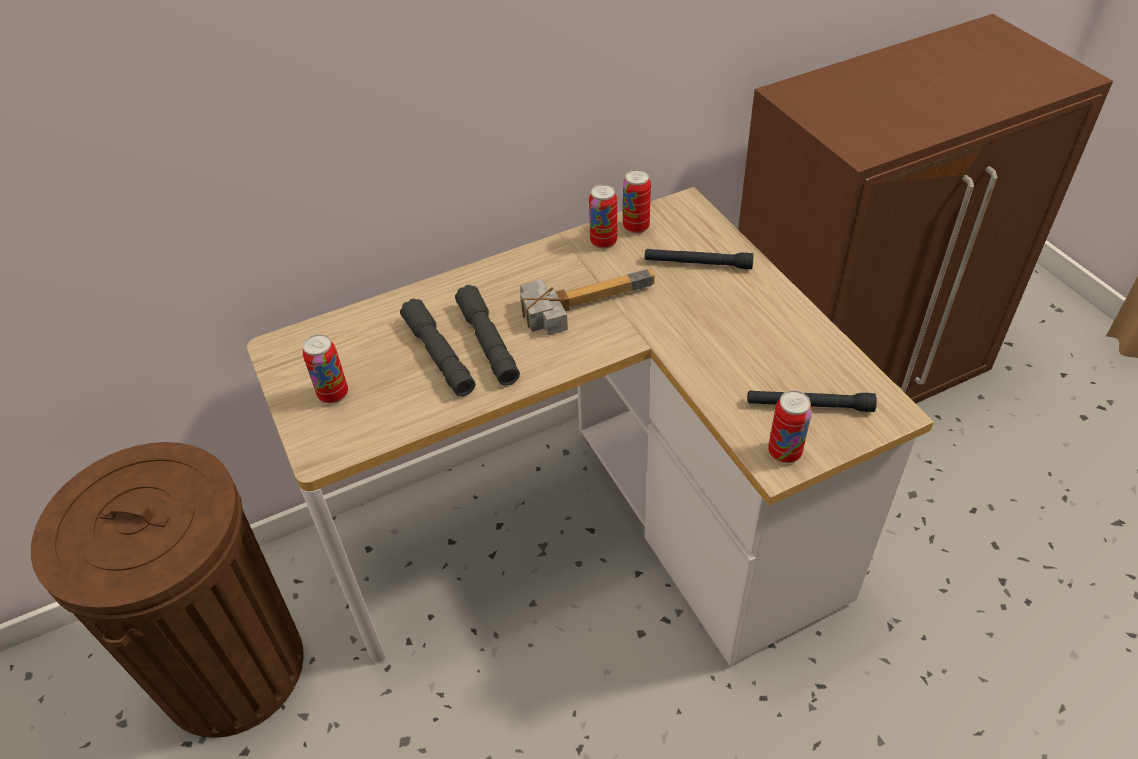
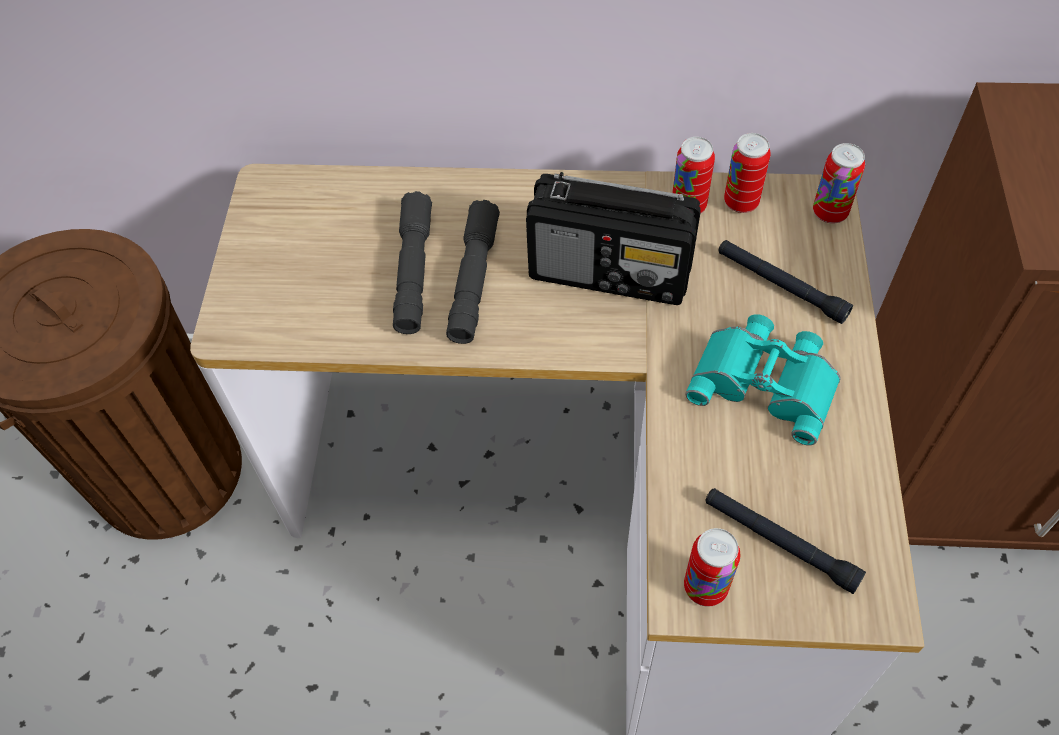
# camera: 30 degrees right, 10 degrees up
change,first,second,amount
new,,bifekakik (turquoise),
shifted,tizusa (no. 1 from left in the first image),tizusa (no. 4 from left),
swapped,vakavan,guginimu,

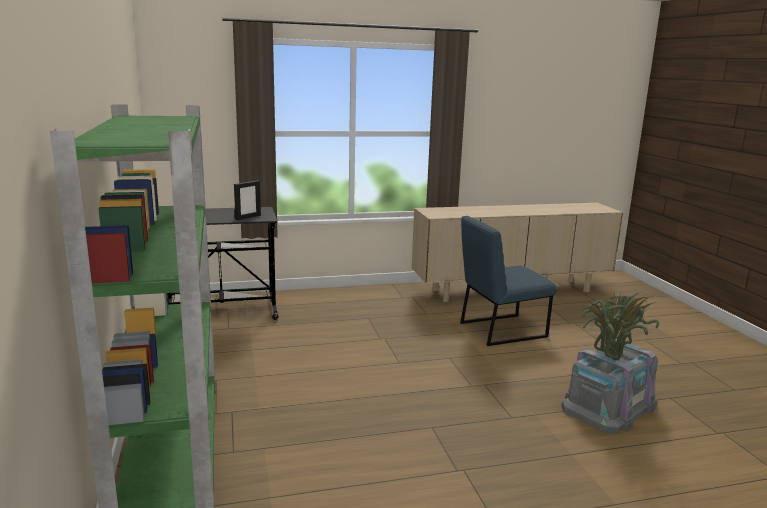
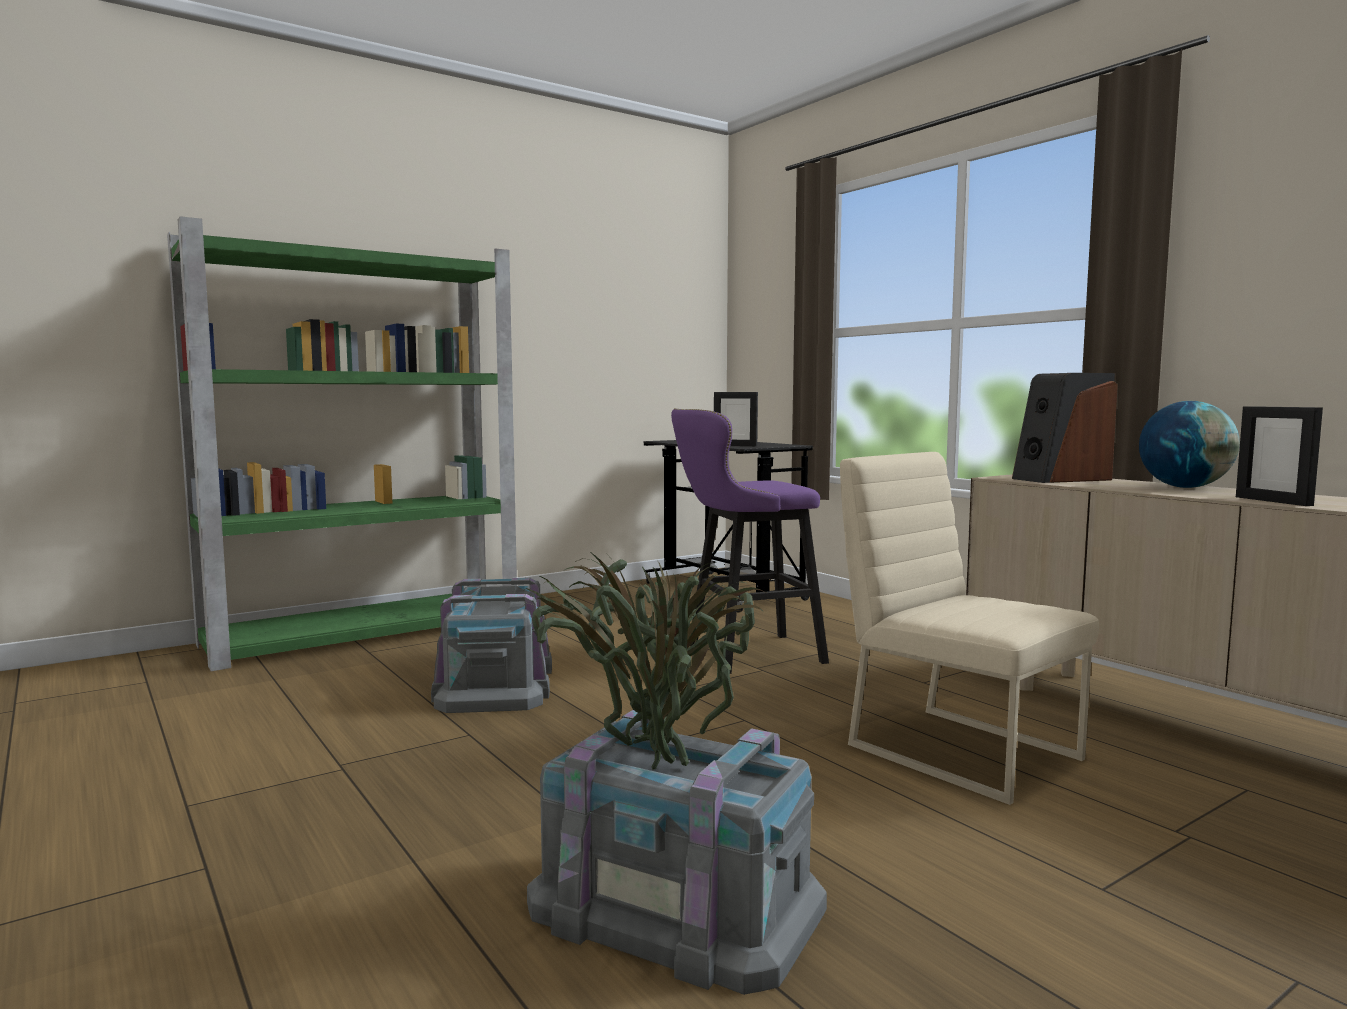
# camera: 70 degrees right, 10 degrees down
change,first,second,amount
new,,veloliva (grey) (no. 1 from left),
new,,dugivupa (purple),
new,,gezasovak,
new,,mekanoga,
new,,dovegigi (no. 2 from left),
repainted,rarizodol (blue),rarizodol (beige),

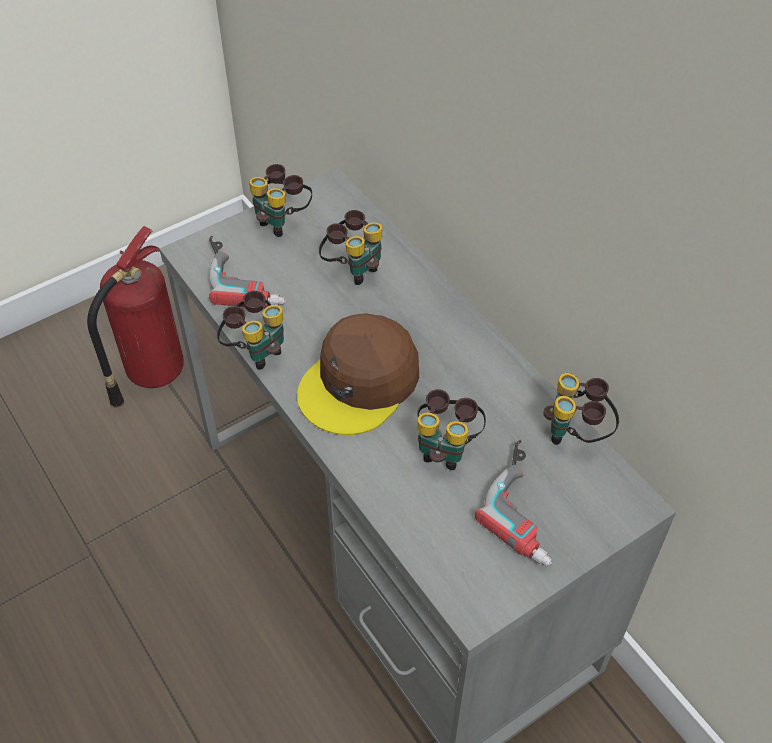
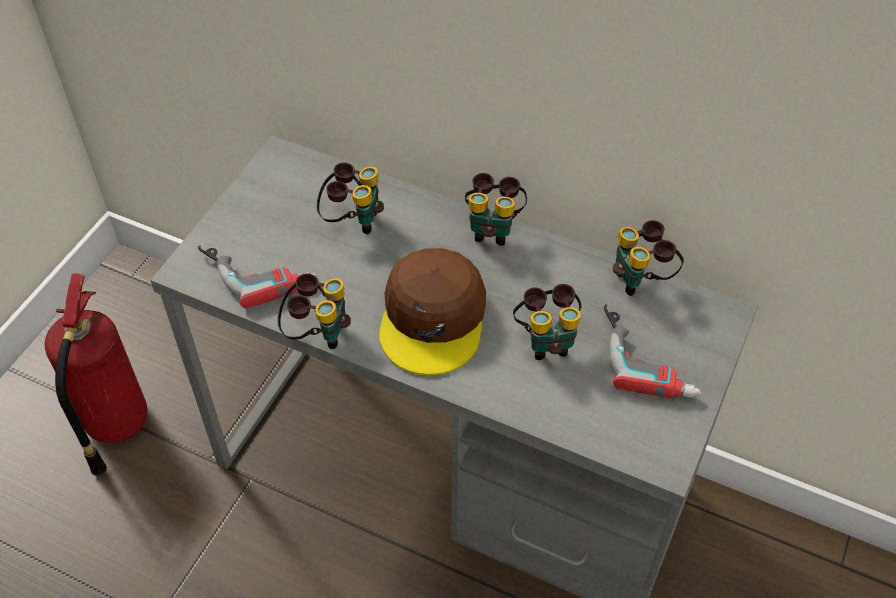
# camera: 30 degrees left, 0 degrees up
change,first,second,amount
shifted,bifekakik (no. 2 from left in the first image),bifekakik (no. 3 from left),

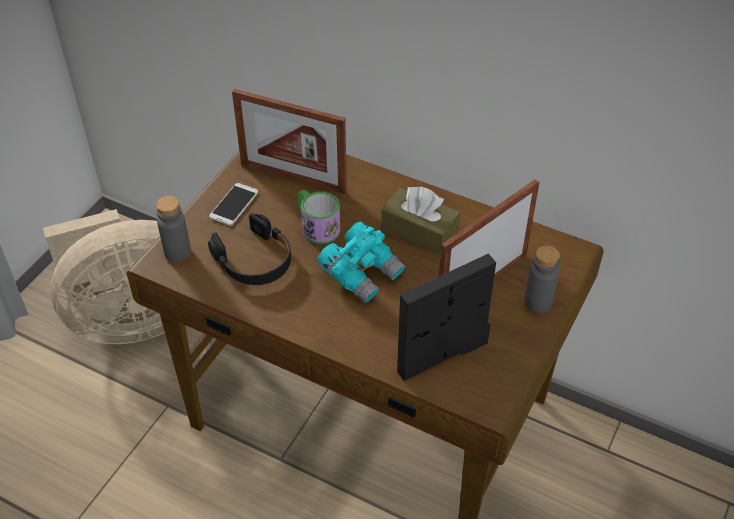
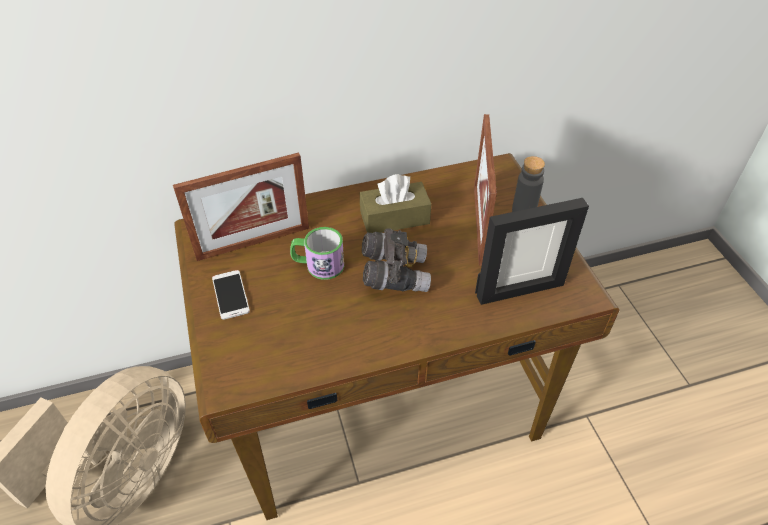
# camera: 45 degrees left, 0 degrees up
change,first,second,amount
gone,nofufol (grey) (no. 1 from left),,
gone,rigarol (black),,
repainted,bifekakik (turquoise),bifekakik (grey),
rotated,dovegigi (no. 2 from left in the first image),dovegigi (no. 3 from left),120 degrees counterclockwise

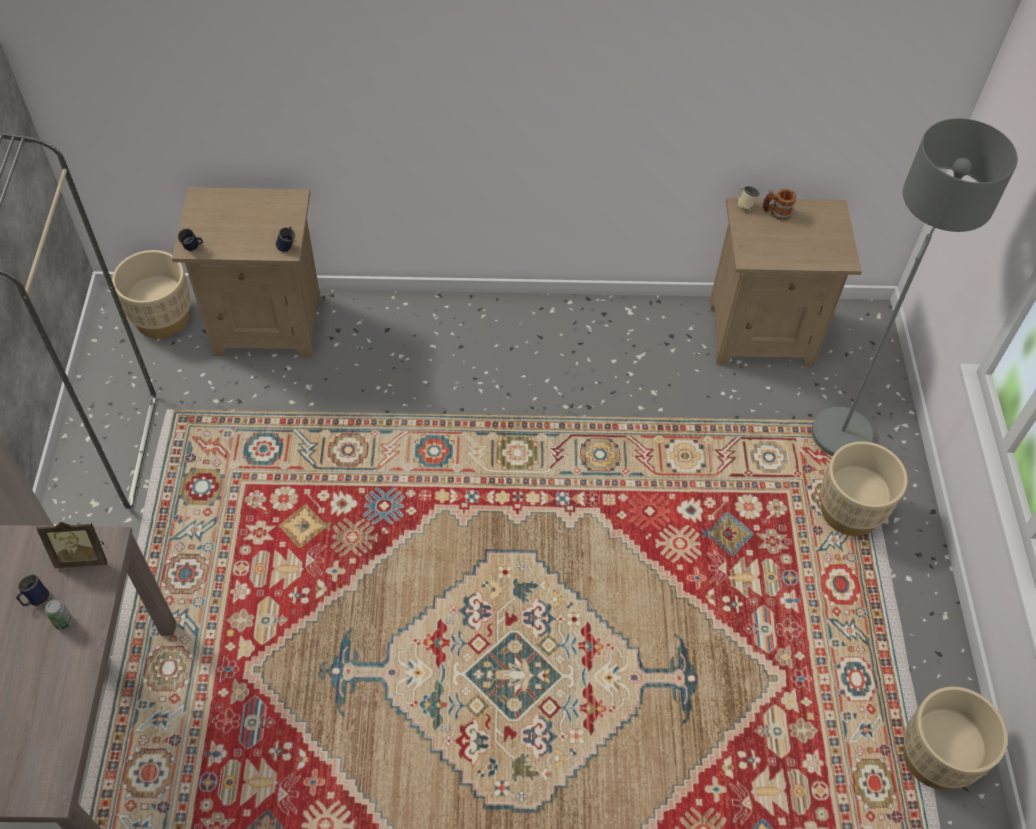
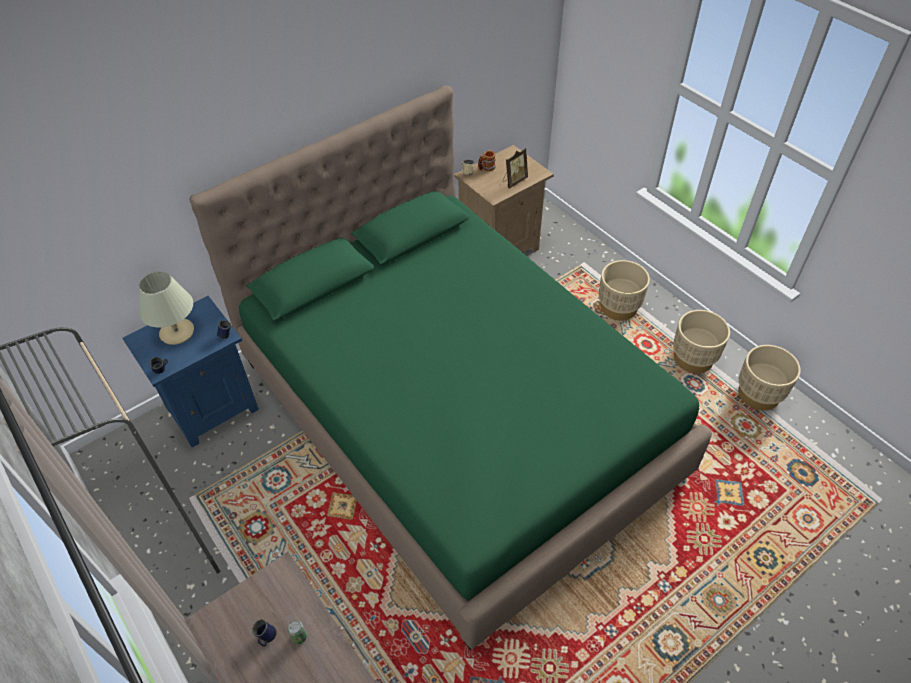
# camera: 35 degrees left, 5 degrees down
change,first,second,amount
gone,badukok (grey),,
new,,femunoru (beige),
new,,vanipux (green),
shifted,dovegigi,,
shifted,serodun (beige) (no. 1 from left in the first image),serodun (beige) (no. 2 from left),
repainted,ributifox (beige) (no. 1 from left),ributifox (blue),

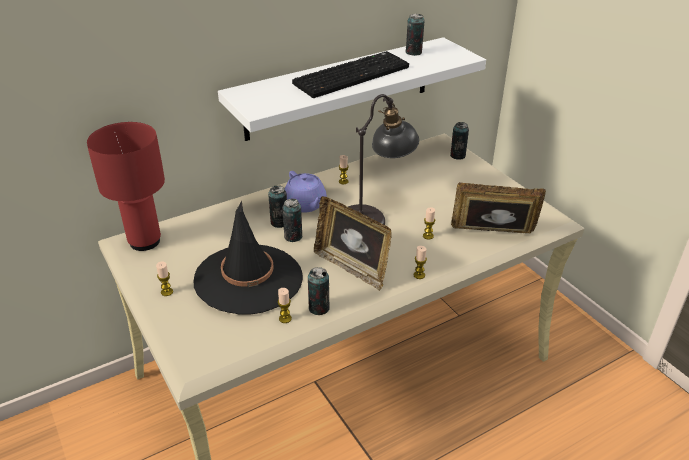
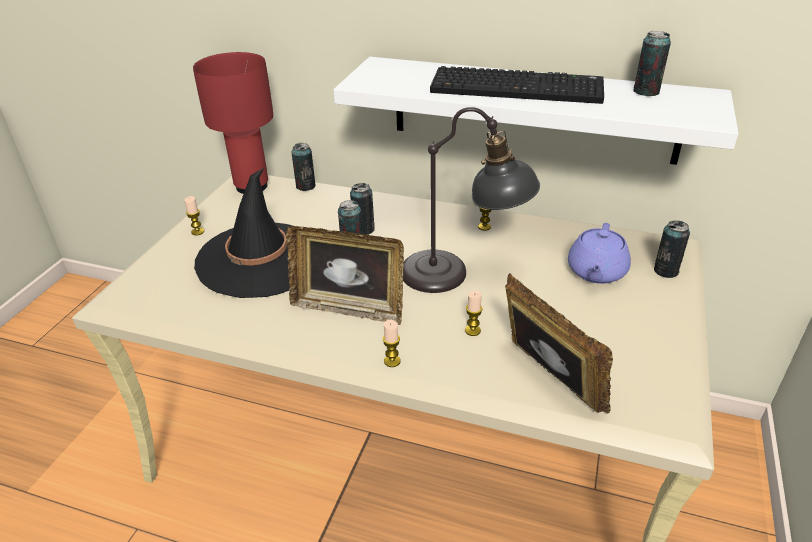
# camera: 50 degrees right, 0 degrees up
change,first,second,amount
gone,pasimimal (no. 2 from left),,
shifted,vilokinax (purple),,
shifted,tizusa (no. 3 from left in the first image),tizusa (no. 1 from left),
rotated,dovegigi (no. 1 from left),,75 degrees counterclockwise

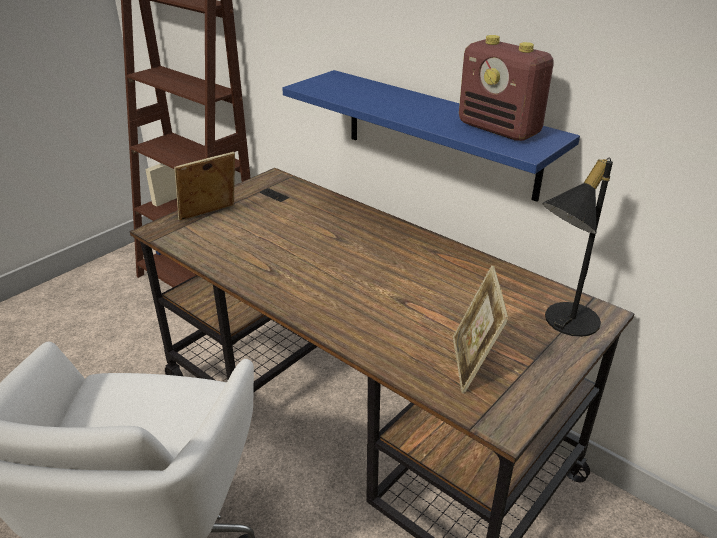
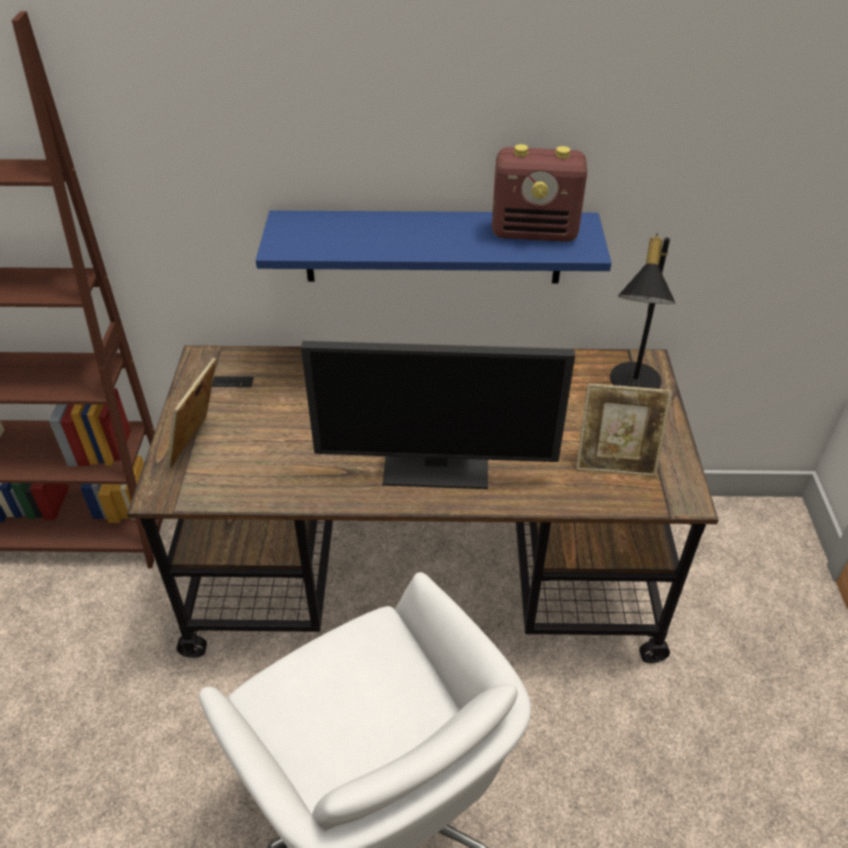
# camera: 40 degrees left, 10 degrees up
change,first,second,amount
new,,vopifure,
rotated,dovegigi (no. 2 from left),,45 degrees counterclockwise

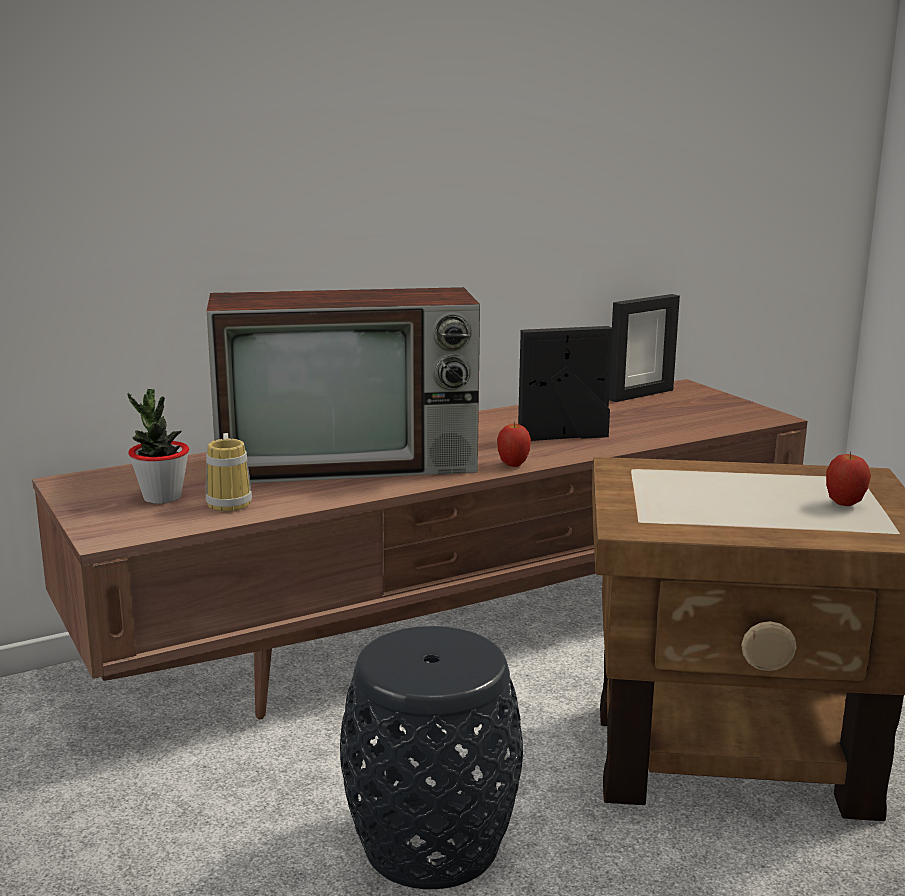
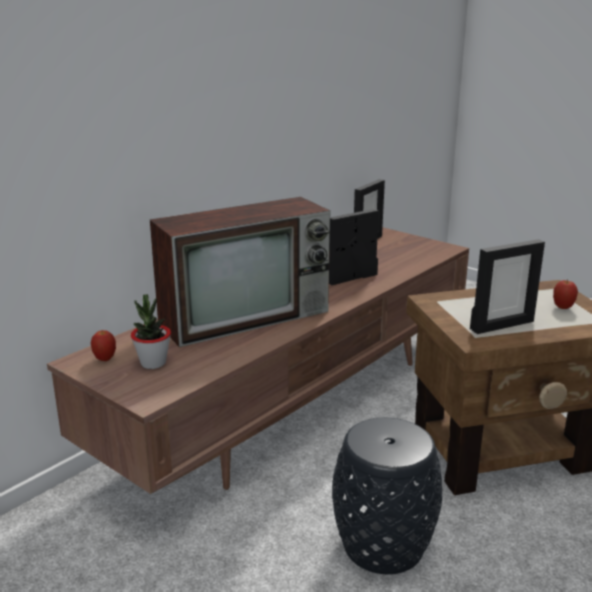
# camera: 20 degrees left, 5 degrees up
change,first,second,amount
gone,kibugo,,
new,,dovegigi (no. 3 from left),
shifted,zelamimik (no. 1 from left),,

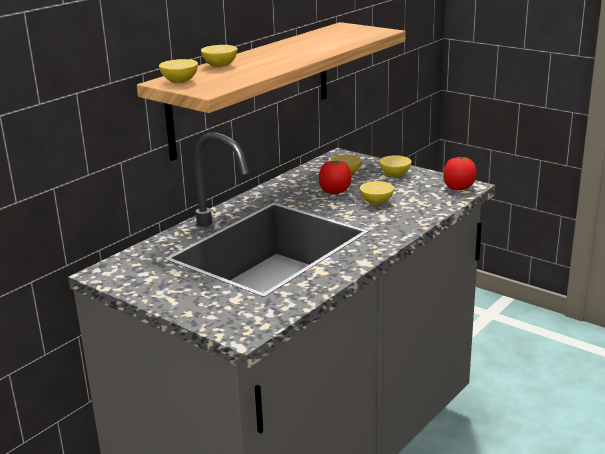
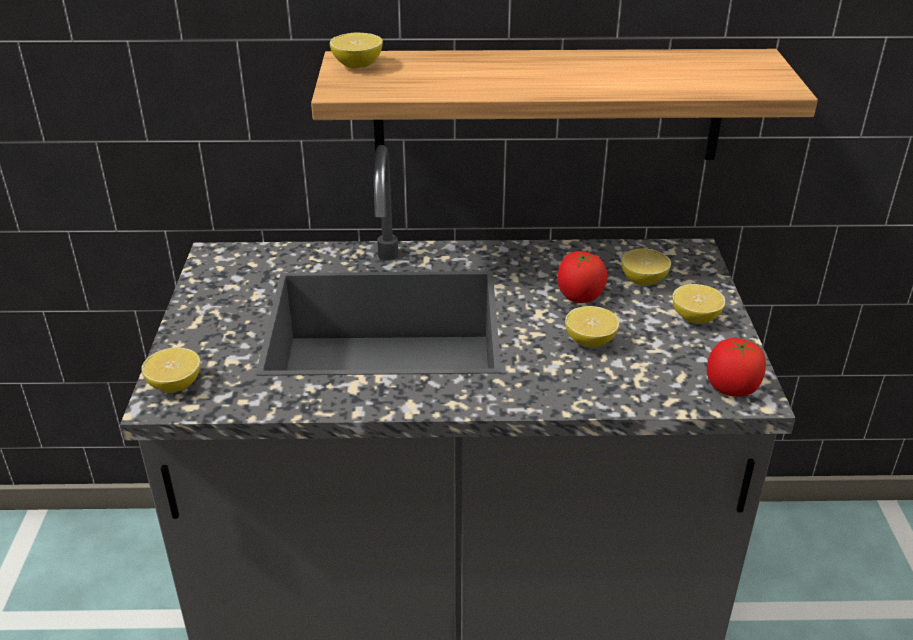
# camera: 50 degrees right, 10 degrees up
change,first,second,amount
shifted,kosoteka (no. 2 from left in the first image),kosoteka (no. 1 from left),

